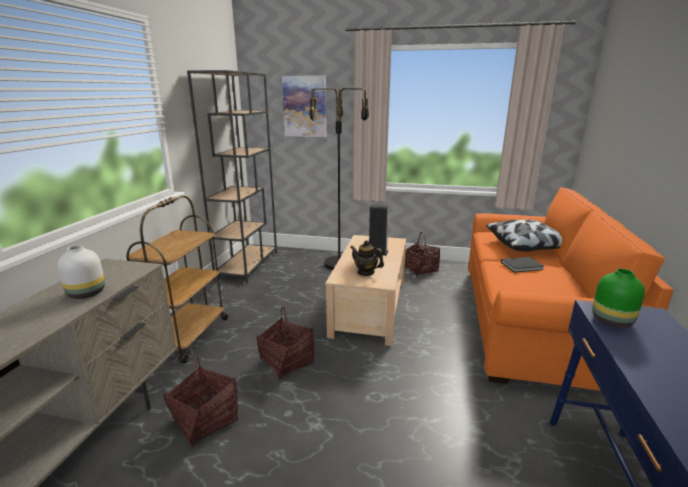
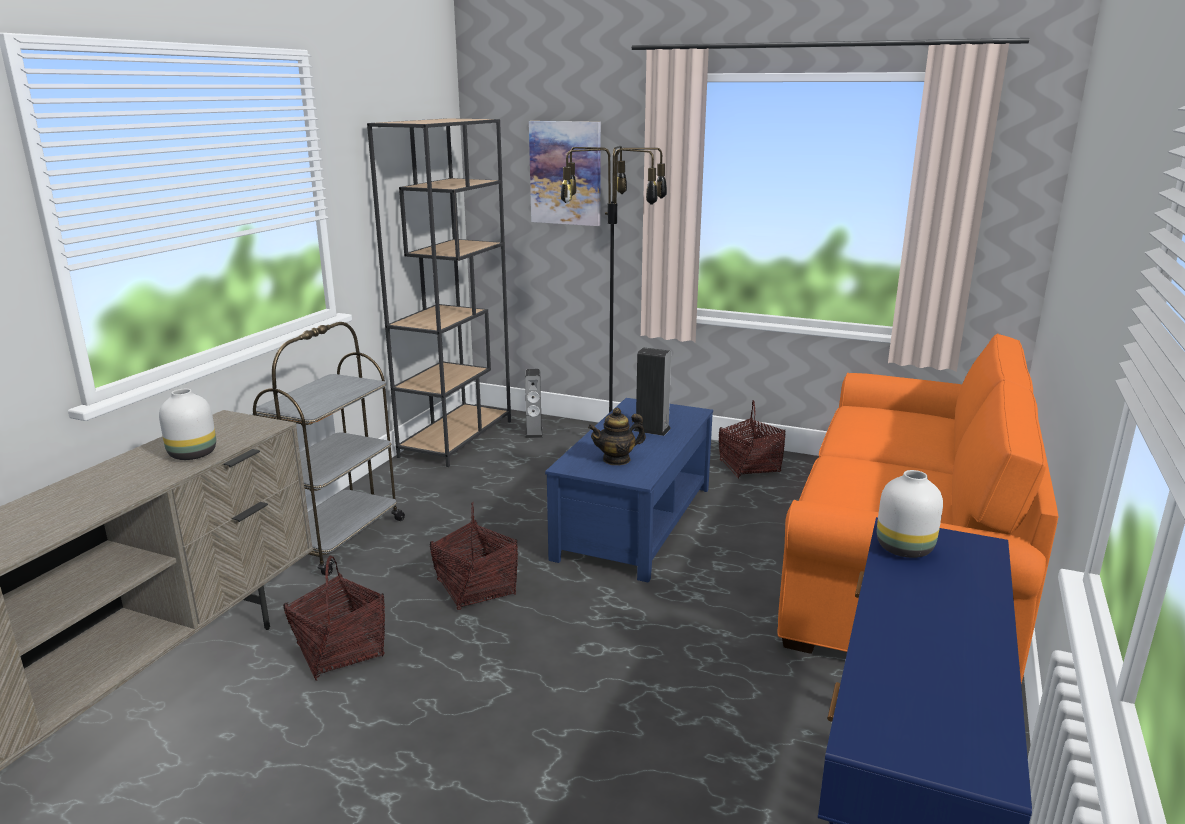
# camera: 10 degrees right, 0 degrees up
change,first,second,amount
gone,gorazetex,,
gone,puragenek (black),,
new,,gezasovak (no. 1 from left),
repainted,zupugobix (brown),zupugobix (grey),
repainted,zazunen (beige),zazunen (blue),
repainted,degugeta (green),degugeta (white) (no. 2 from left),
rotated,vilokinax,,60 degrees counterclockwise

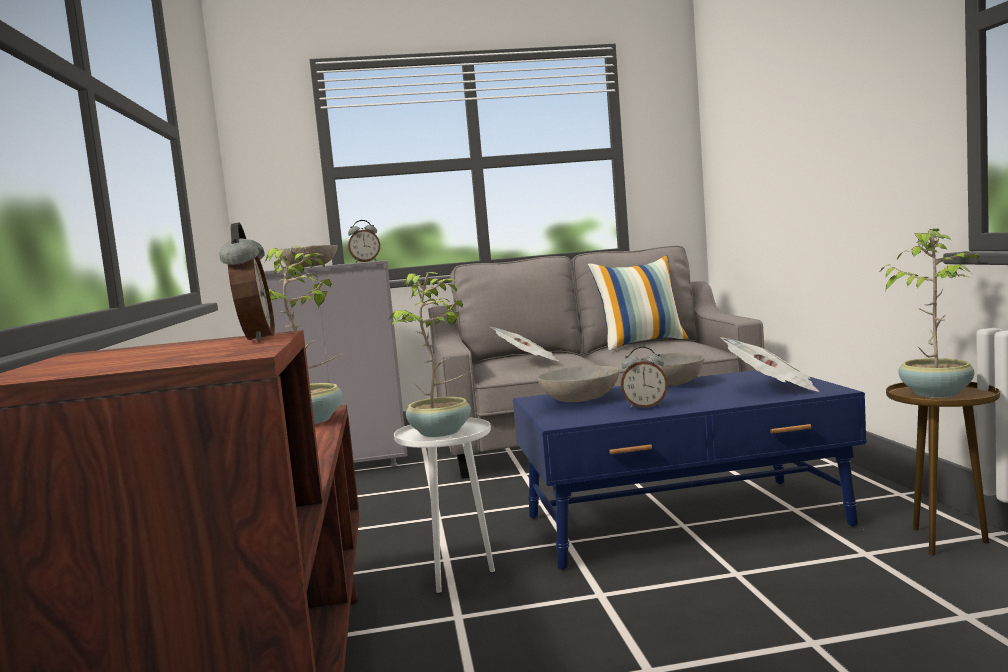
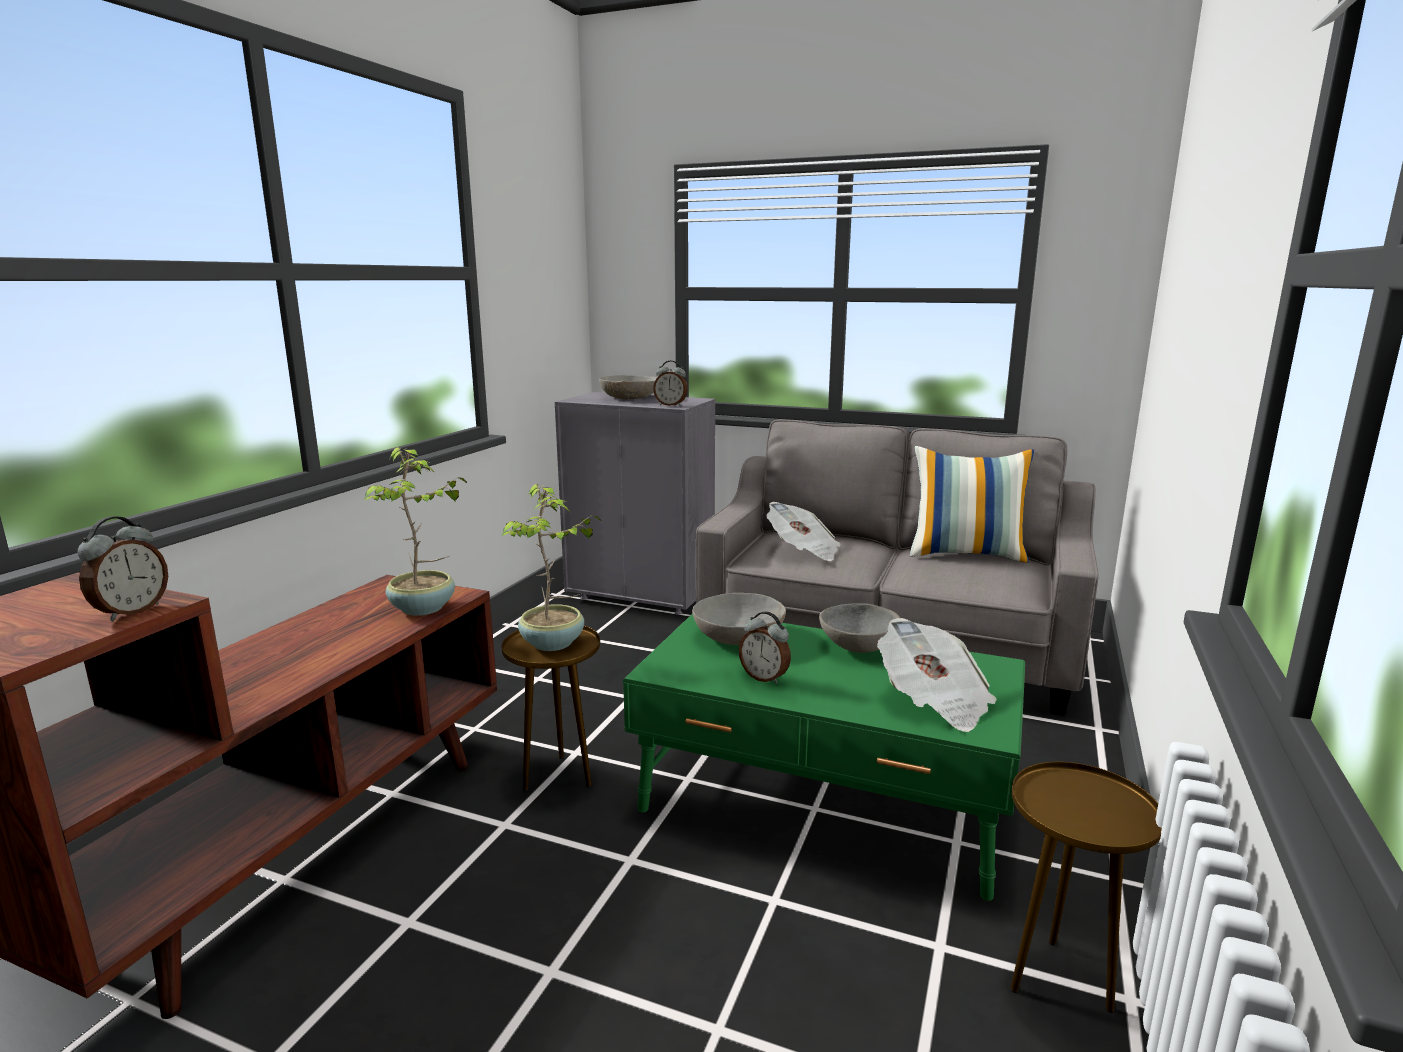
# camera: 30 degrees right, 10 degrees up
change,first,second,amount
gone,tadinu (no. 3 from left),,
repainted,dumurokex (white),dumurokex (brown) (no. 1 from left),
repainted,zazunen (blue),zazunen (green),

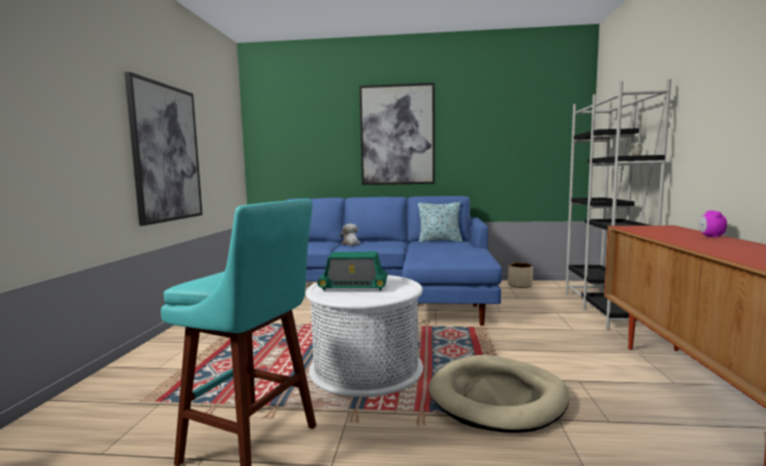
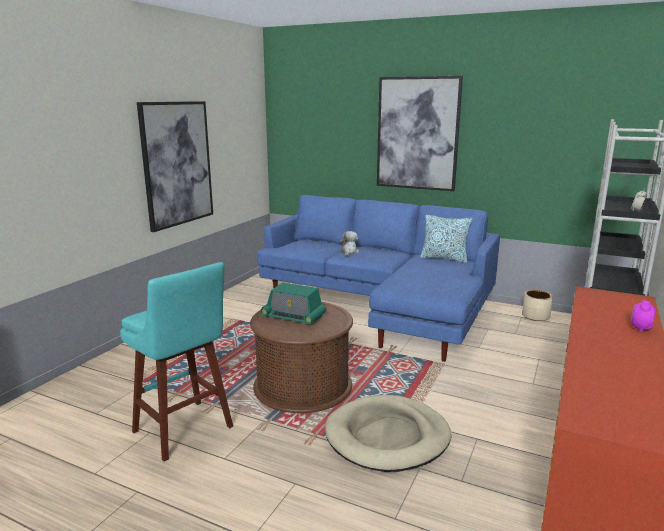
# camera: 20 degrees right, 10 degrees up
change,first,second,amount
repainted,zazunen (white),zazunen (brown),

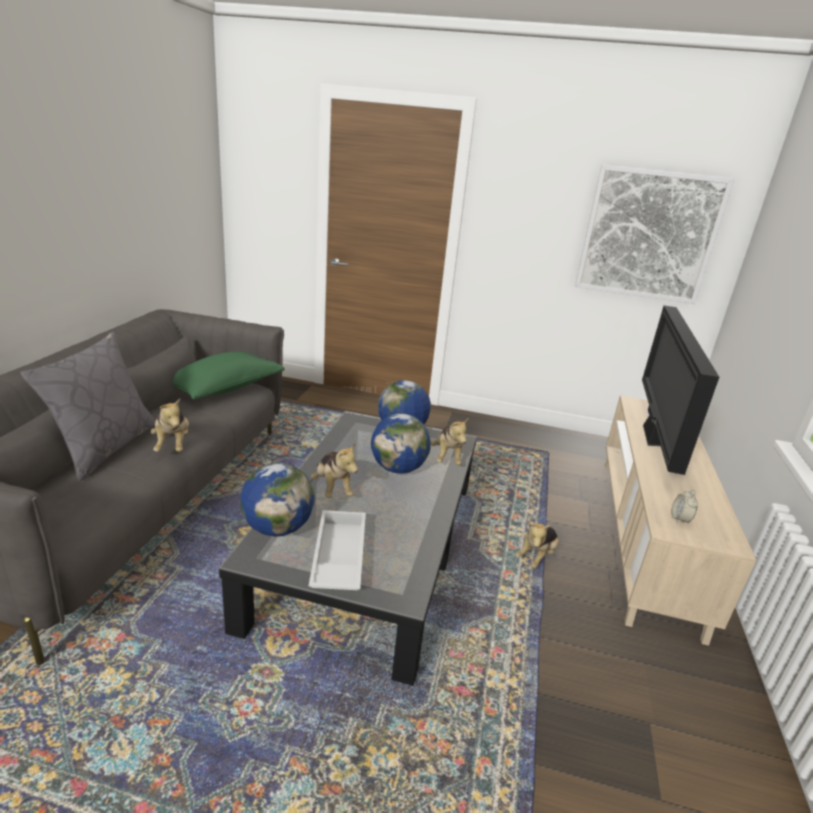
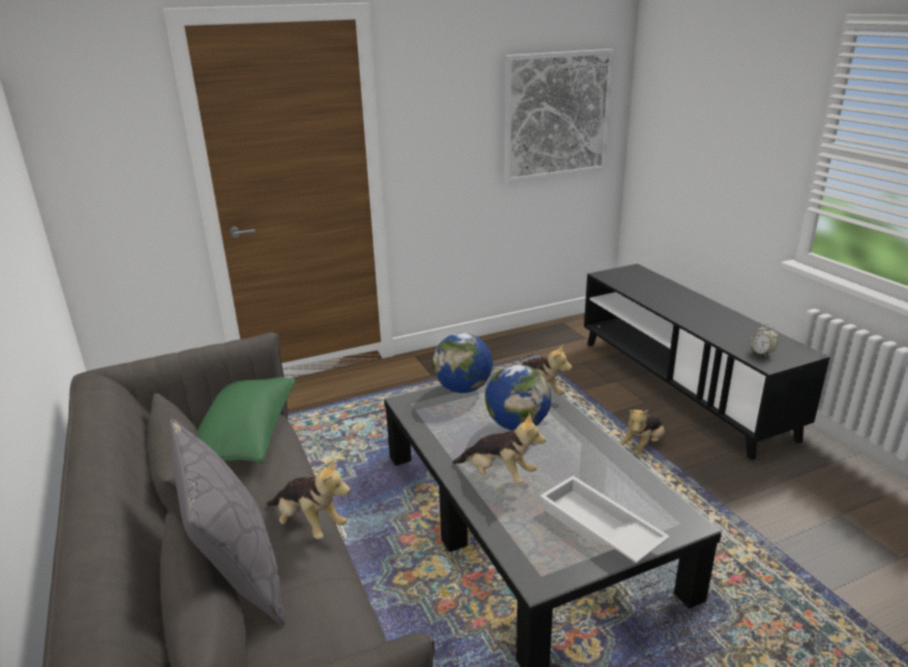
# camera: 35 degrees left, 0 degrees up
change,first,second,amount
gone,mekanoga (no. 1 from left),,
gone,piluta,,
repainted,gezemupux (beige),gezemupux (black),
rotated,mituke (no. 4 from left),,45 degrees clockwise

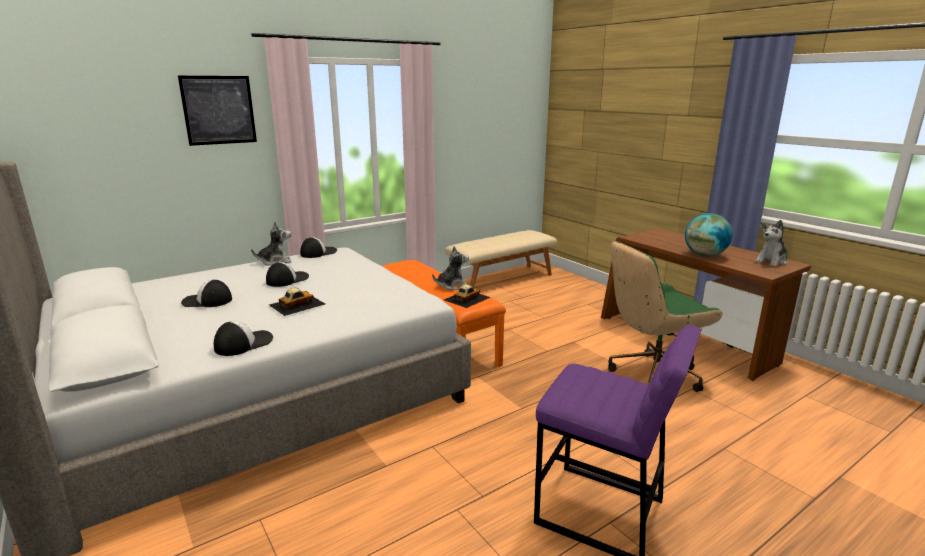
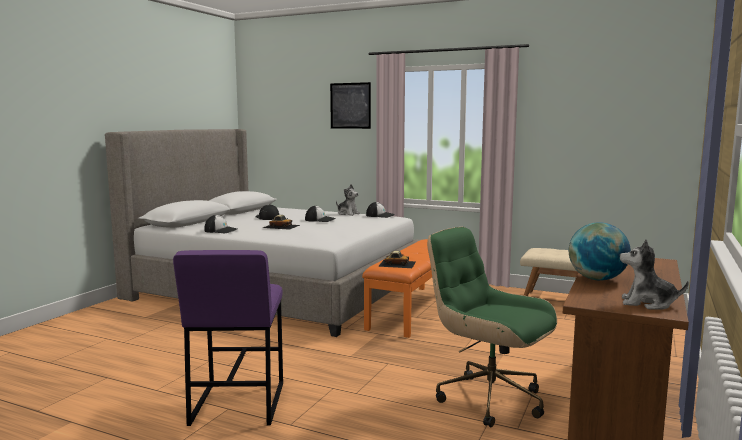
# camera: 60 degrees right, 10 degrees down
change,first,second,amount
gone,mituke (no. 2 from left),,

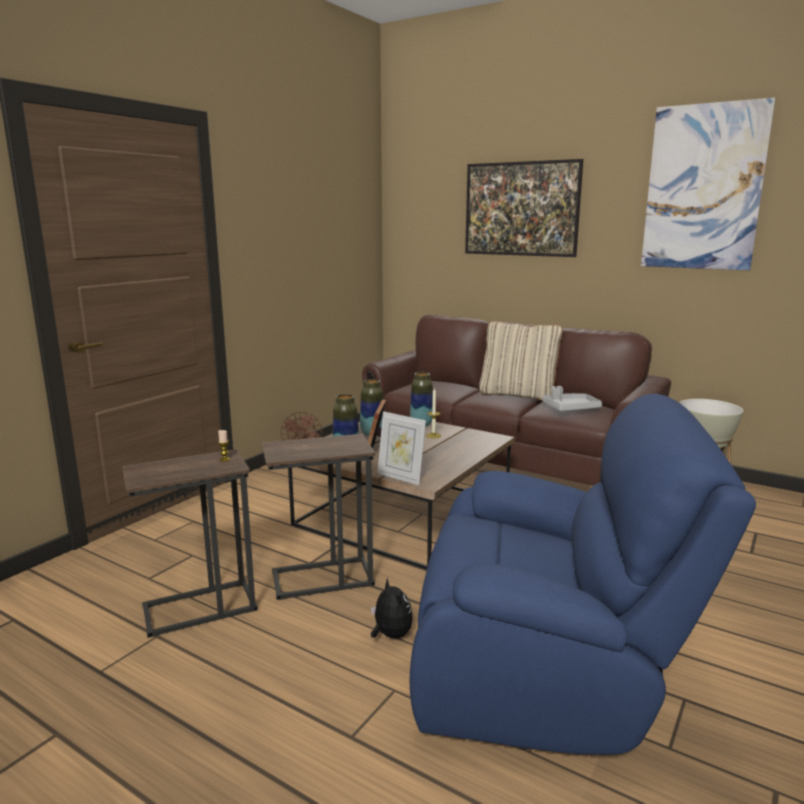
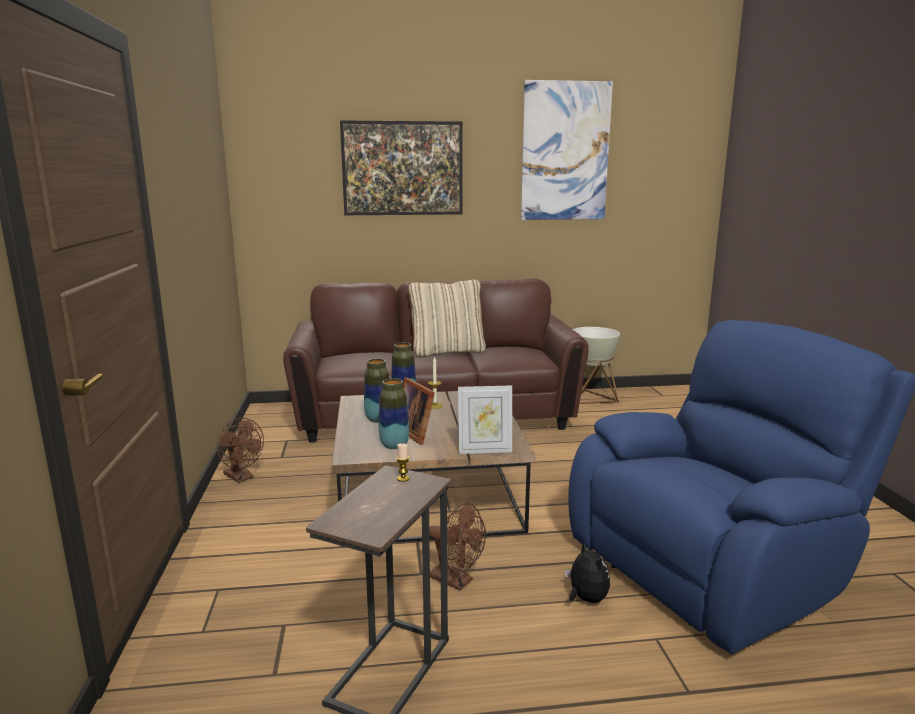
# camera: 40 degrees left, 0 degrees up
change,first,second,amount
gone,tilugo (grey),,
swapped,dumurokex (brown) (no. 2 from left),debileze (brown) (no. 2 from left),
rotated,mituke,,45 degrees clockwise

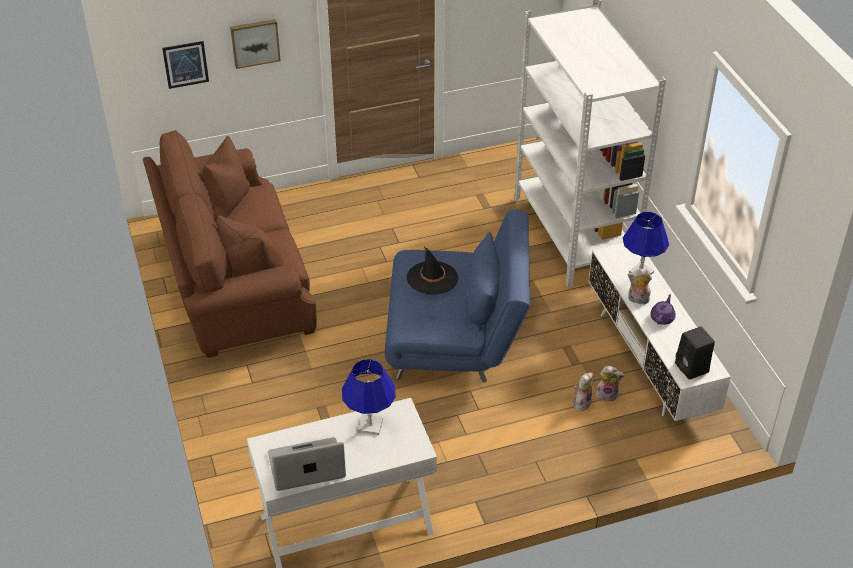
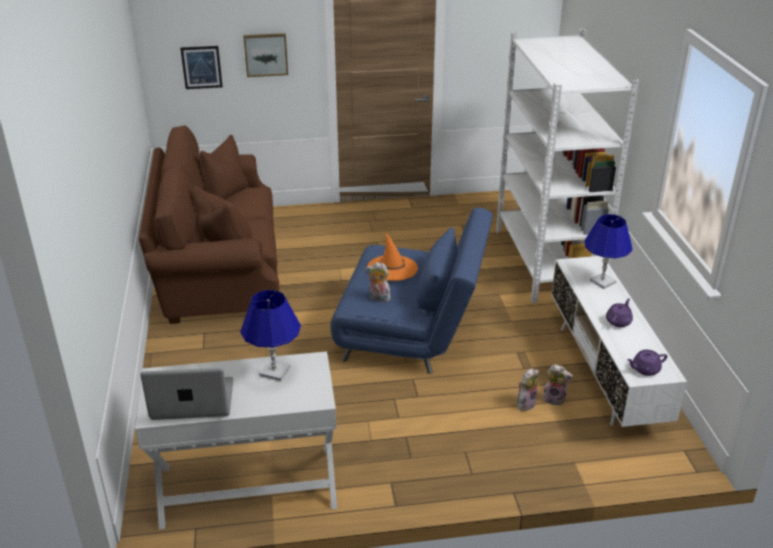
# camera: 10 degrees right, 10 degrees down
change,first,second,amount
shifted,mituke (no. 3 from left in the first image),mituke (no. 1 from left),
swapped,gezasovak (black),vilokinax (purple) (no. 2 from left),
repainted,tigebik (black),tigebik (orange),

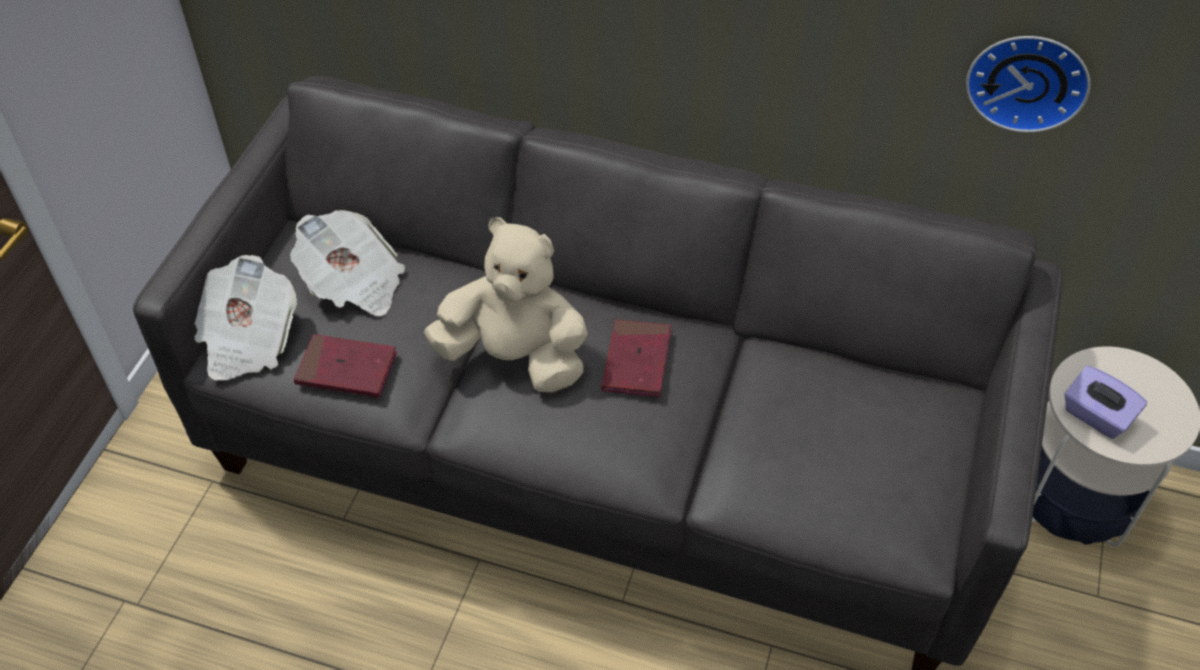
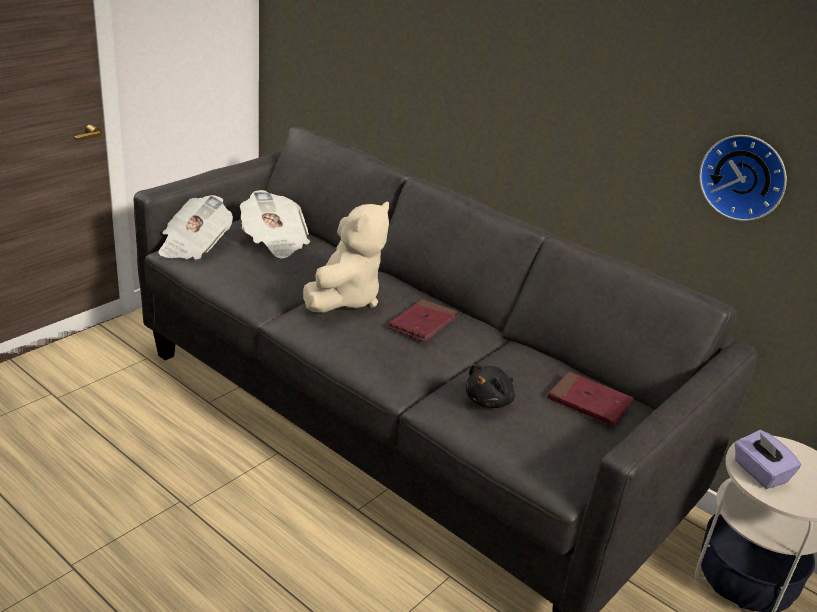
# camera: 20 degrees right, 20 degrees down
change,first,second,amount
new,,mituke (black),
shifted,puragenek (red) (no. 1 from left in the first image),puragenek (red) (no. 2 from left),
rotated,mituke (beige),,75 degrees clockwise

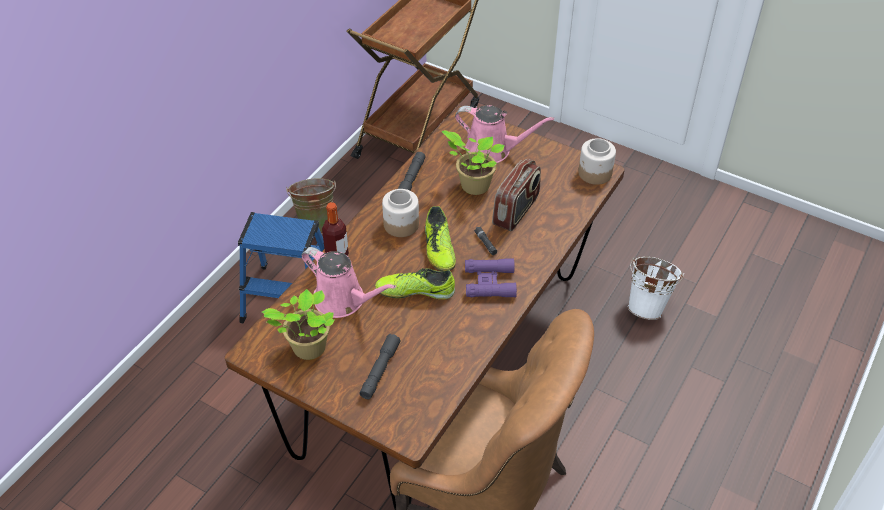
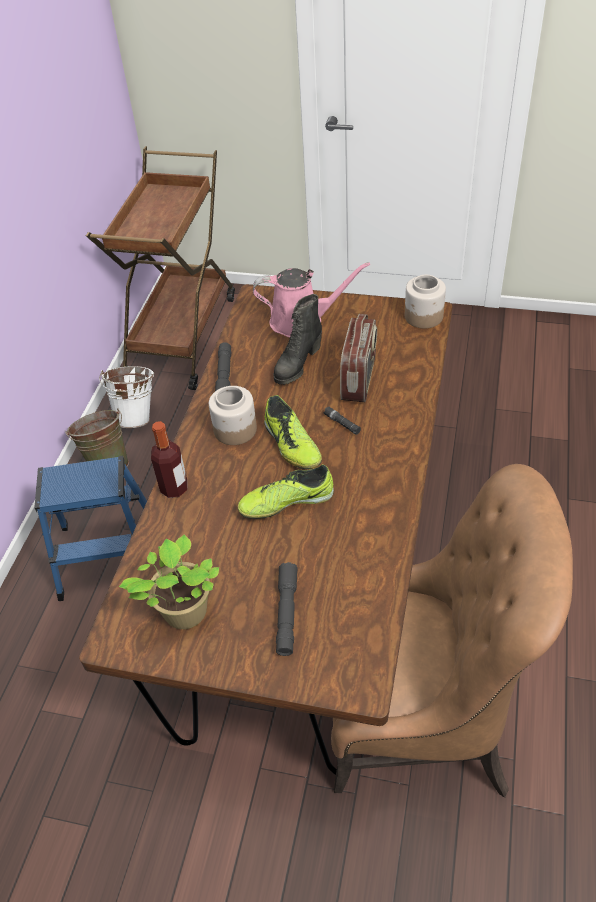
# camera: 15 degrees left, 0 degrees up
change,first,second,amount
gone,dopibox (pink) (no. 1 from left),,
gone,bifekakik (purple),,
shifted,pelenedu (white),,
swapped,tadinu (no. 2 from left),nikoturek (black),

